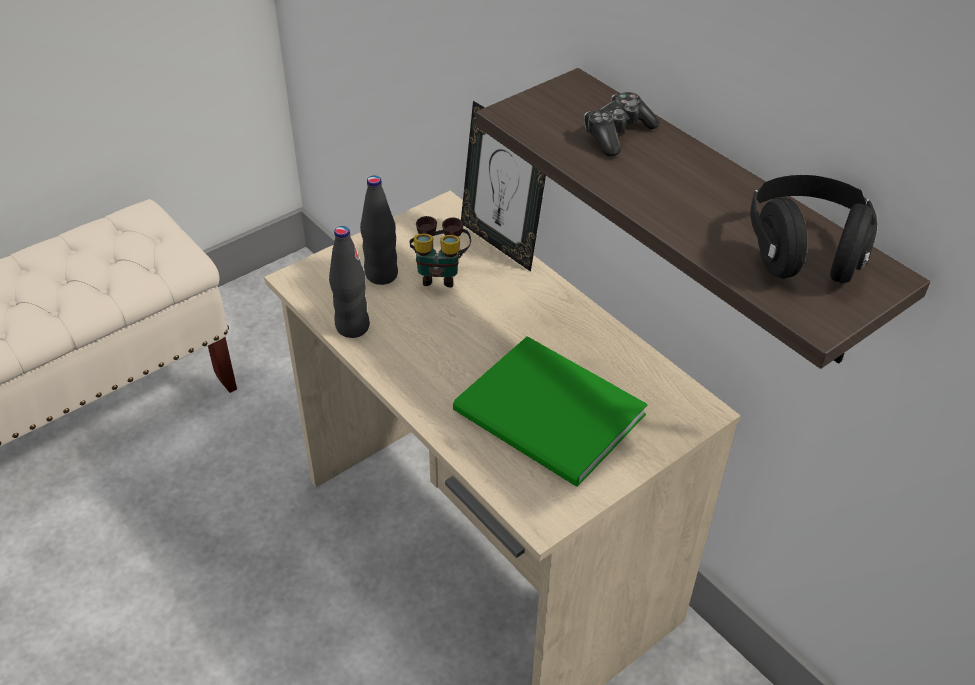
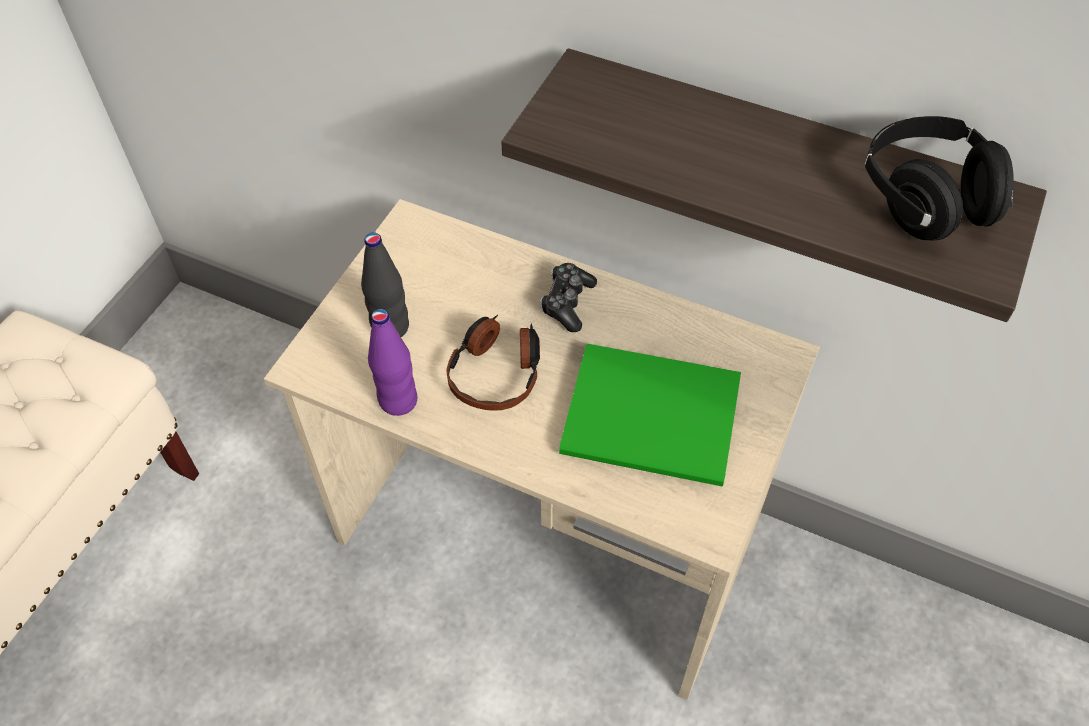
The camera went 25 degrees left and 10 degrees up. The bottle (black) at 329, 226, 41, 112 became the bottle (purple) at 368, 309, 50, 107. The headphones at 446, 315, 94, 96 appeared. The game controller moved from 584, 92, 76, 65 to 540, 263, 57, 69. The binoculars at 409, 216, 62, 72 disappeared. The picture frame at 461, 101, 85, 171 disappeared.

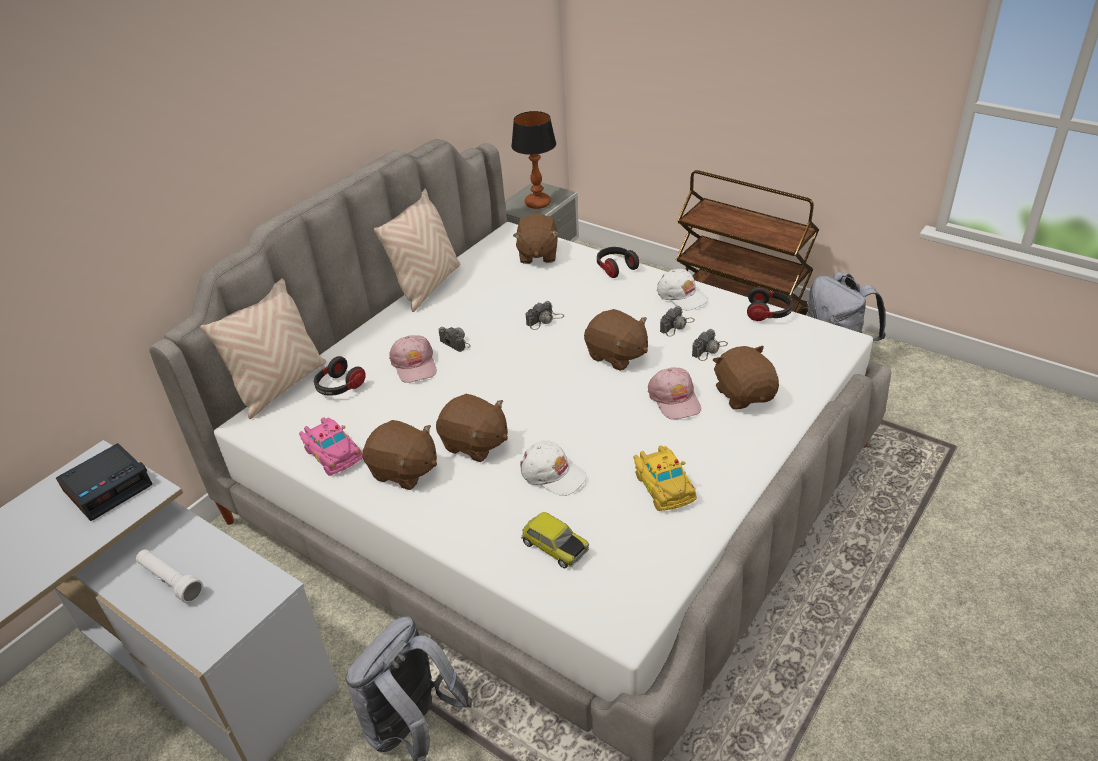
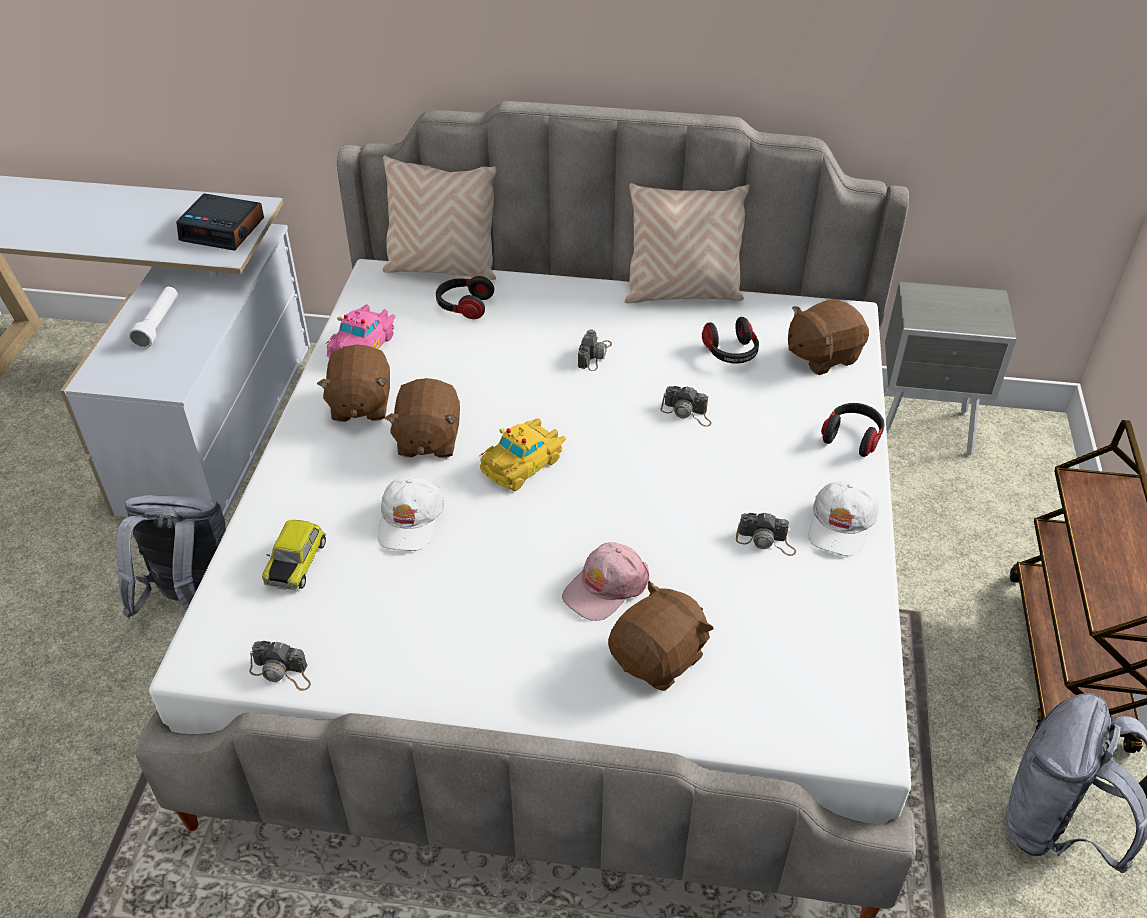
The camera went 60 degrees right and 5 degrees up. The photo camera moved from 692, 329, 36, 32 to 249, 641, 62, 50. The toy car (yellow) moved from 633, 445, 64, 66 to 479, 418, 87, 73. The headphones moved from 747, 287, 46, 34 to 702, 317, 57, 47. The cap (pink) at 389, 335, 48, 48 disappeared. The table lamp at 511, 111, 45, 98 disappeared. The plush toy (brown) at 584, 309, 64, 62 disappeared.

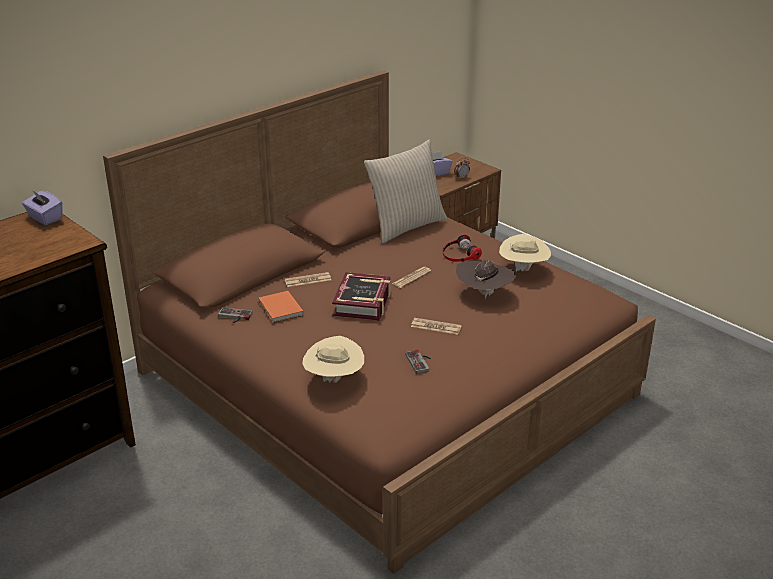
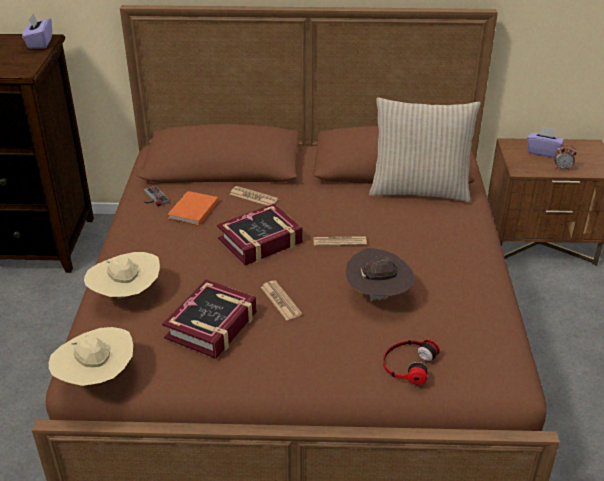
The camera went 45 degrees right and 5 degrees up. The hat (beige) moved from 499, 234, 52, 38 to 49, 327, 84, 59. The game controller at 405, 350, 26, 24 was replaced by the book at 162, 280, 95, 79. The headphones moved from 443, 234, 39, 28 to 383, 339, 57, 46.

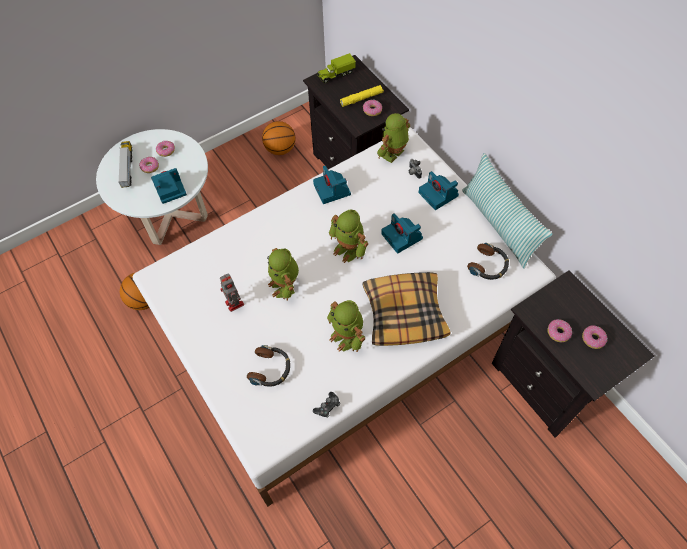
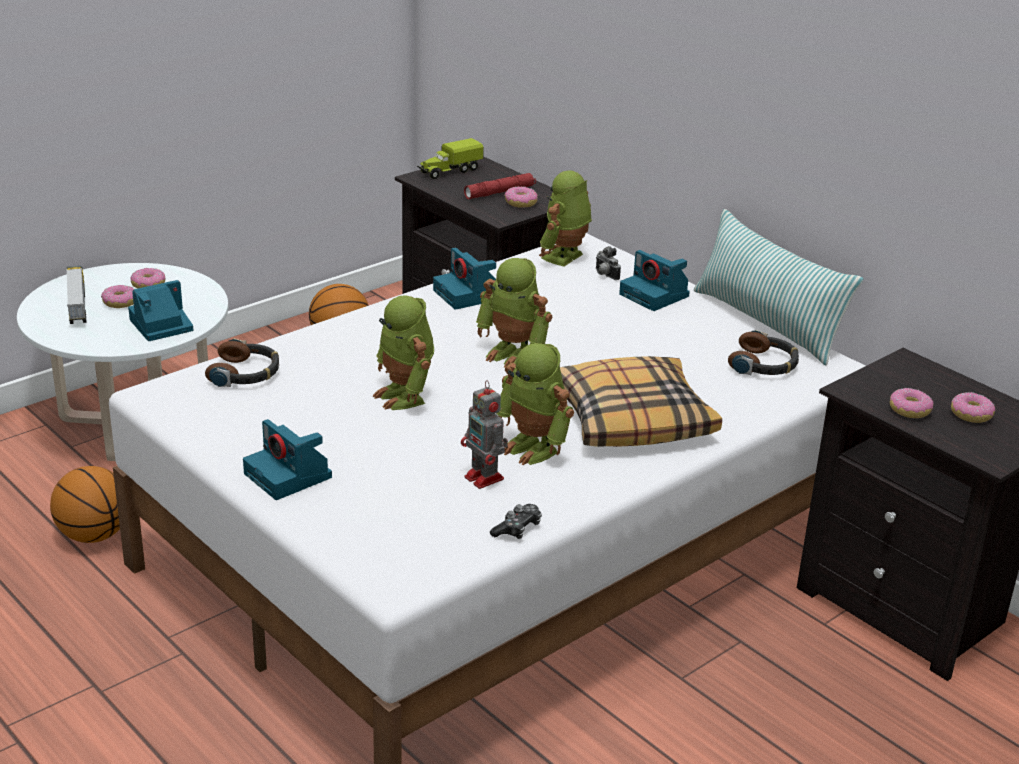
The camera went 10 degrees left and 30 degrees down. The headphones moved from 247, 345, 43, 42 to 205, 338, 74, 49. The photo camera moved from 381, 213, 42, 40 to 243, 419, 89, 81. The toy robot moved from 220, 273, 24, 39 to 461, 380, 47, 109. The flashlight (yellow) at 340, 85, 44, 22 became the flashlight (red) at 464, 173, 72, 26.

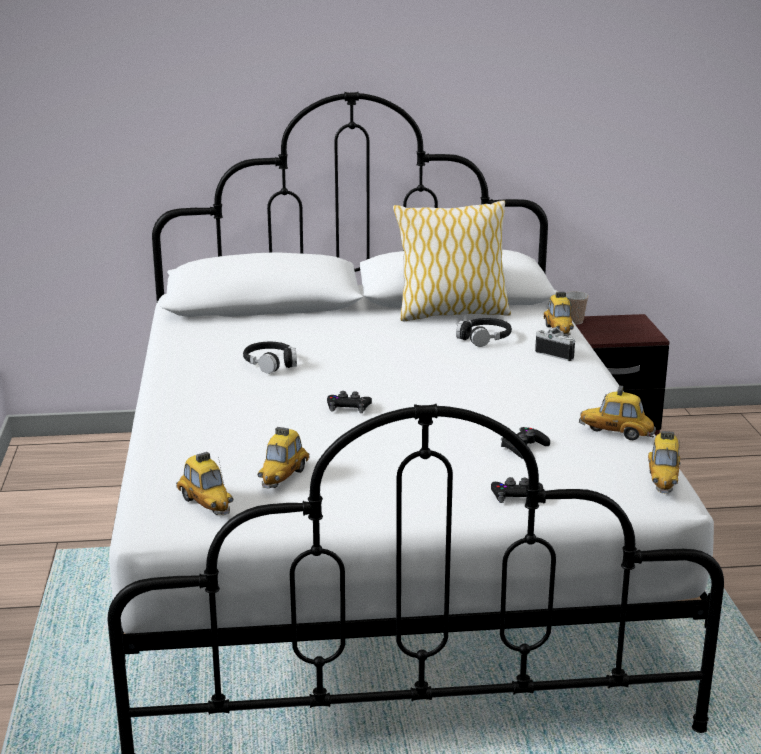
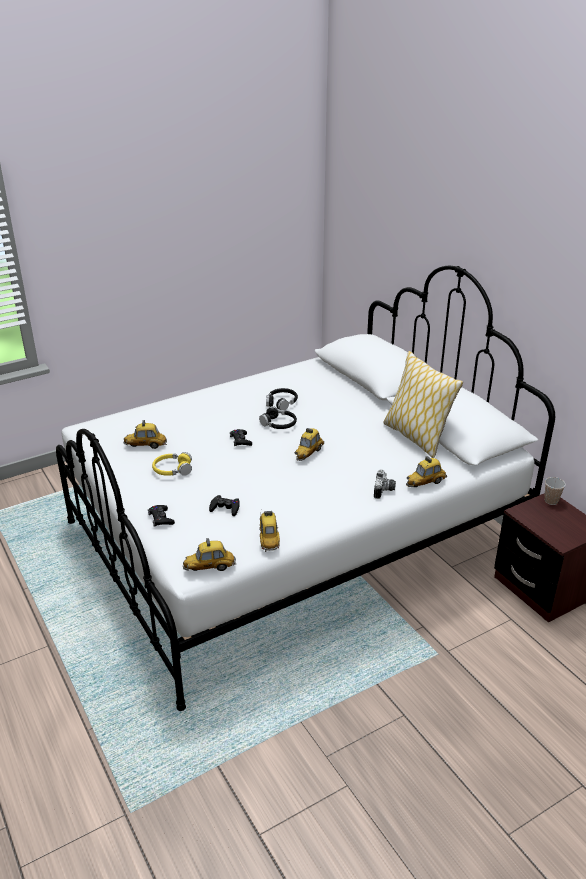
The camera went 65 degrees right and 10 degrees up. The headphones (yellow) at 152, 452, 40, 24 appeared. The headphones (black) moved from 456, 318, 56, 29 to 259, 406, 38, 23. The toy car moved from 176, 452, 57, 63 to 295, 428, 29, 33.

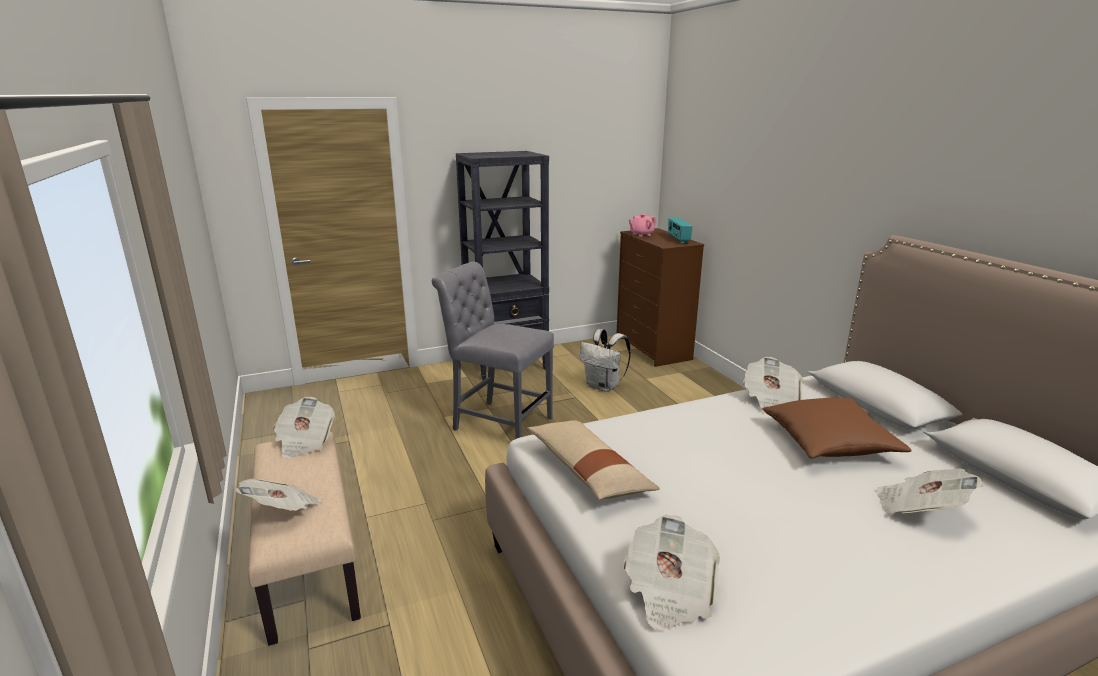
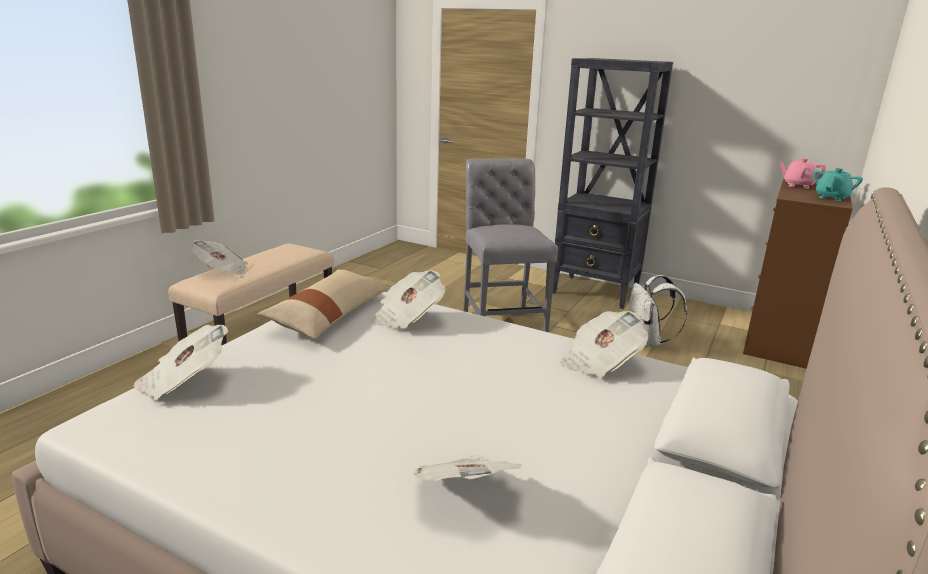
The camera went 50 degrees right and 0 degrees up. The newspaper moved from 274, 397, 61, 62 to 371, 270, 74, 59. The radio at 668, 218, 25, 25 was replaced by the teapot (turquoise) at 813, 168, 50, 33. The pillow (brown) at 763, 398, 149, 61 disappeared.

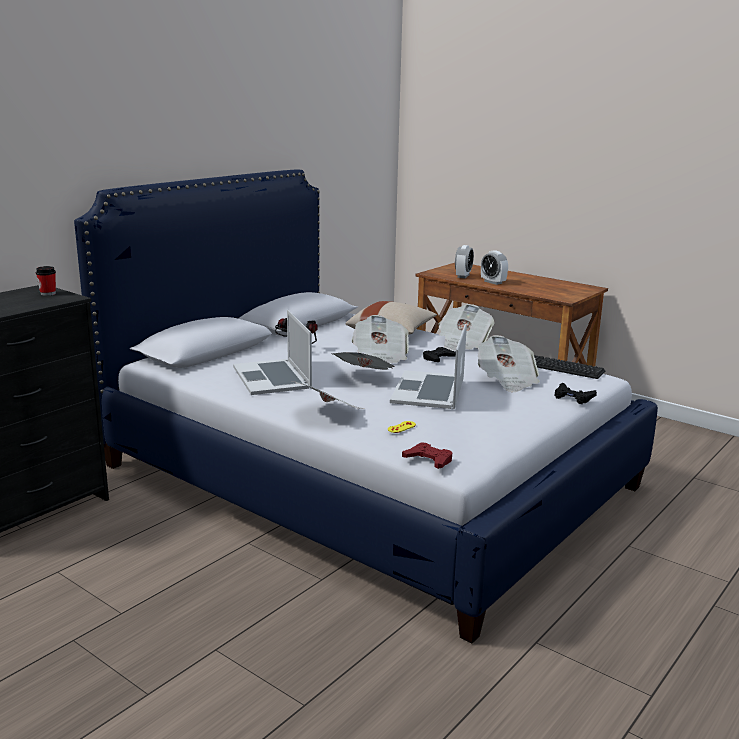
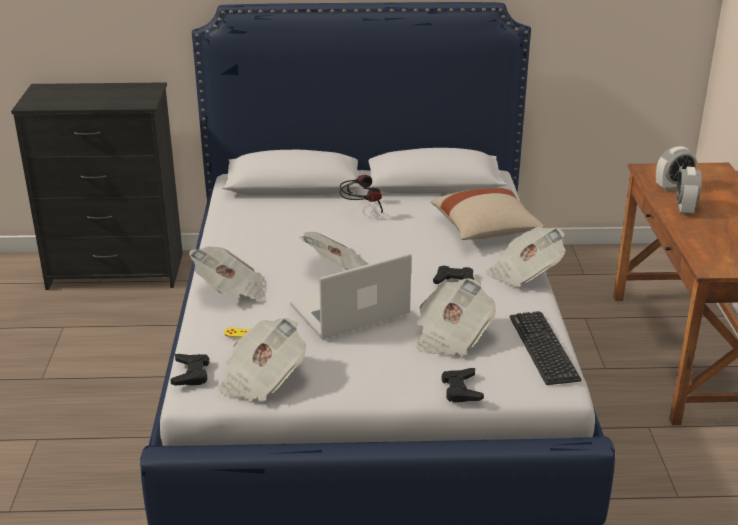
The camera went 50 degrees right and 10 degrees up. The game controller (red) at 402, 442, 50, 27 became the game controller (black) at 170, 354, 39, 32. The newspaper moved from 352, 315, 57, 48 to 219, 318, 87, 83. The cup at 36, 266, 20, 30 disappeared. The laptop at 233, 310, 79, 85 disappeared.

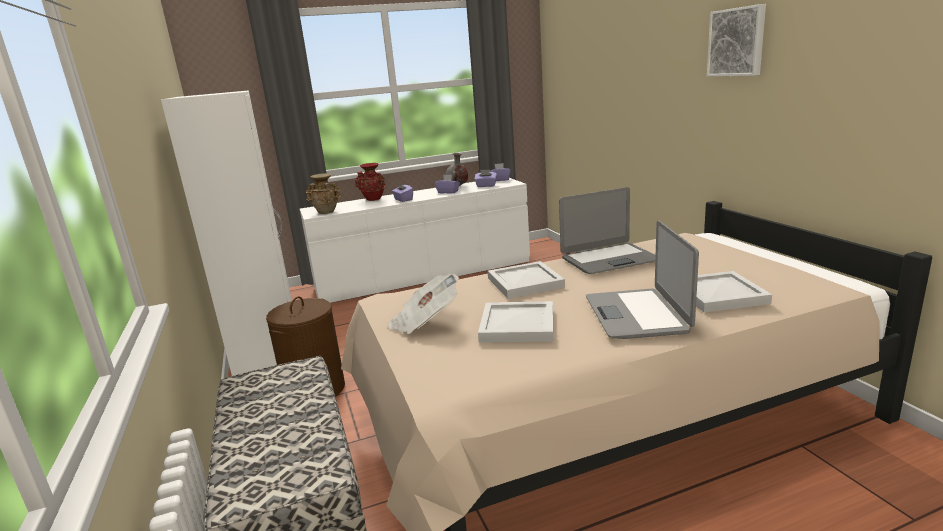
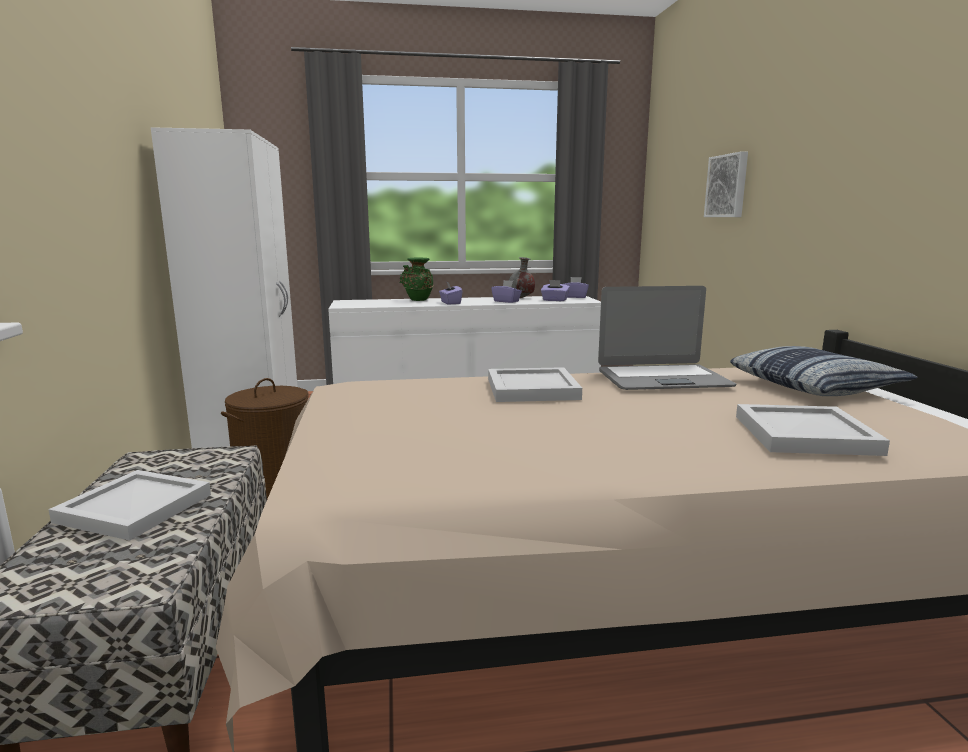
The camera went 10 degrees right and 5 degrees down. The tray (white) moved from 478, 301, 75, 41 to 48, 470, 163, 71. The vase (red) at 355, 163, 30, 38 became the vase (green) at 399, 257, 35, 44. The picture moved from 707, 4, 59, 73 to 704, 151, 44, 66. The pillow at 730, 346, 187, 50 appeared. The vase (beige) at 306, 173, 36, 41 disappeared. The newspaper at 387, 274, 72, 60 disappeared. The laptop at 586, 221, 113, 118 disappeared.

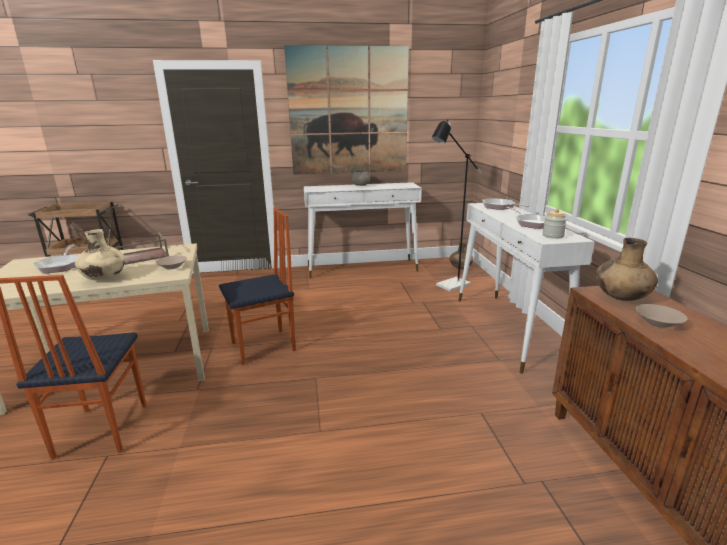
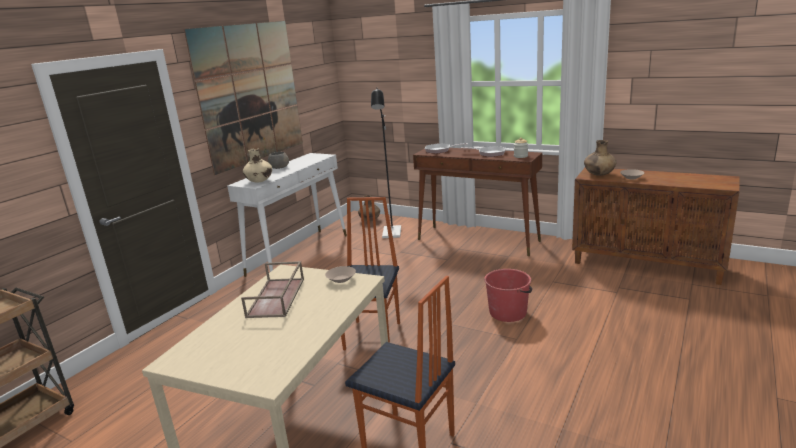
The camera went 50 degrees left and 0 degrees up. The vase (beige) moved from 75, 229, 50, 52 to 243, 148, 29, 34. The console table (white) at 458, 203, 137, 171 became the console table (brown) at 413, 148, 129, 108. The bucket (red) at 484, 269, 48, 53 appeared. The frying pan at 33, 245, 45, 28 disappeared.

